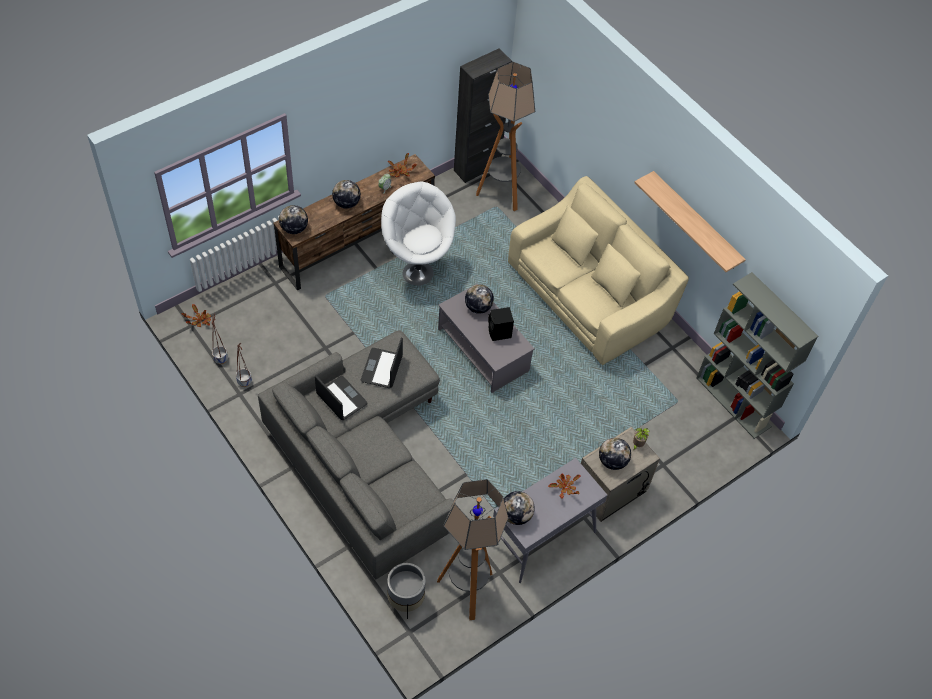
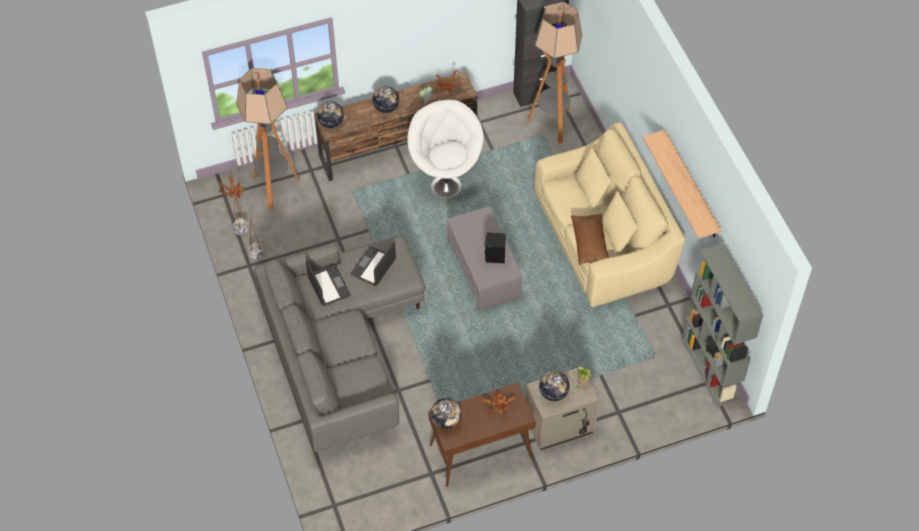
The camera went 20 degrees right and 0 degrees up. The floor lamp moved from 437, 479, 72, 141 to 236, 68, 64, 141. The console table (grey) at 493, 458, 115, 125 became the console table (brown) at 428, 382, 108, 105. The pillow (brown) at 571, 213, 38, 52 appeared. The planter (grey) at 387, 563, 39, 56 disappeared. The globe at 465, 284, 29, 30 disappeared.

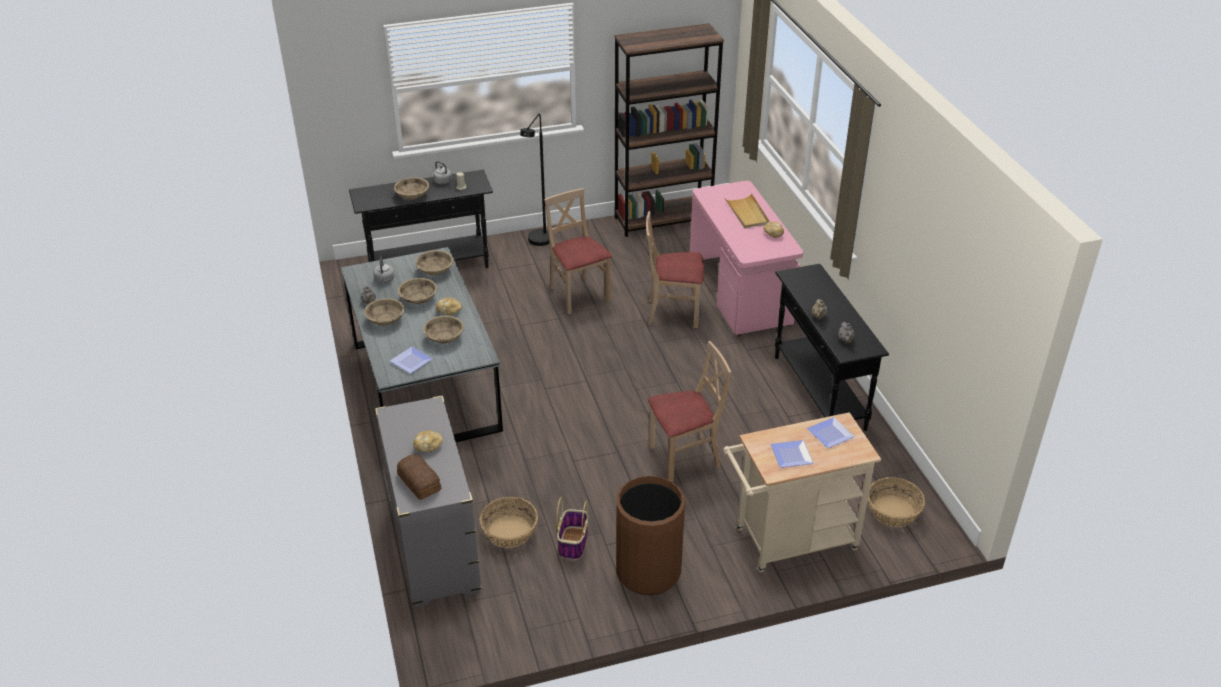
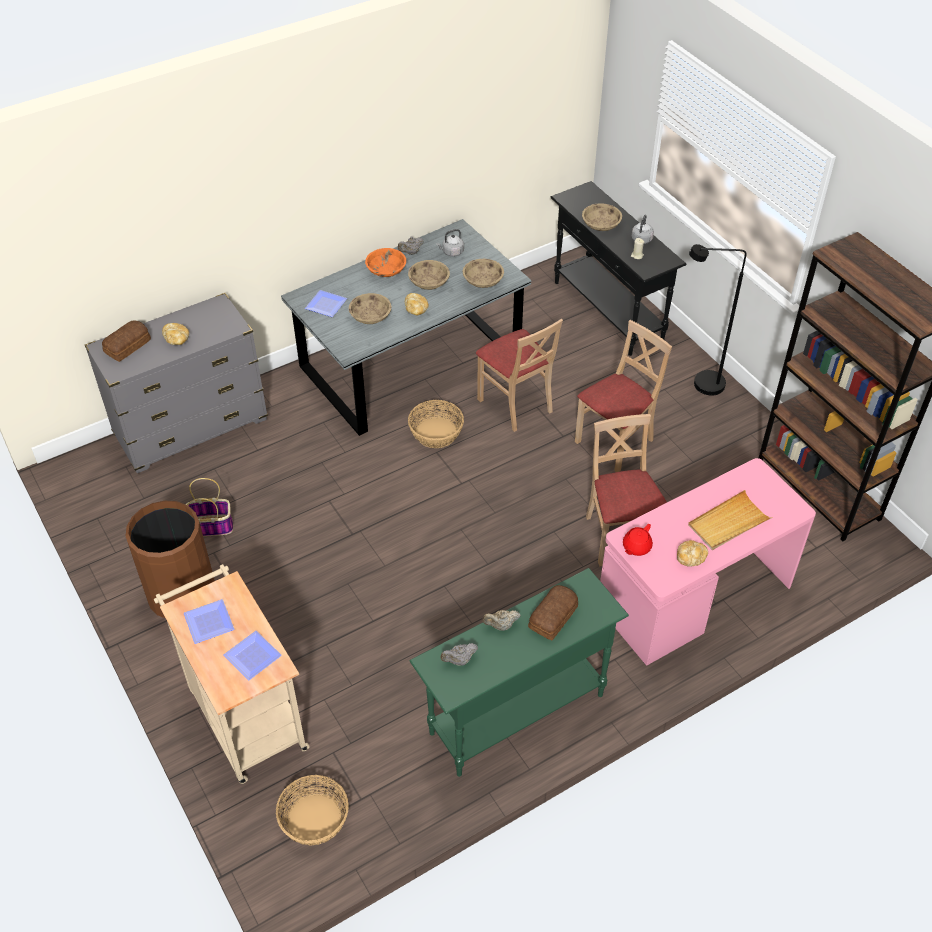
The camera went 75 degrees right and 10 degrees up. The bowl (beige) at 364, 298, 41, 28 became the bowl (orange) at 365, 248, 41, 29. The basket moved from 480, 497, 58, 51 to 408, 400, 56, 48. The console table (black) at 775, 264, 114, 167 became the console table (green) at 409, 568, 220, 209. The chair (beige) moved from 648, 341, 83, 141 to 476, 319, 87, 113. The bread at 528, 585, 50, 55 appeared. The teapot (red) at 623, 524, 30, 32 appeared.

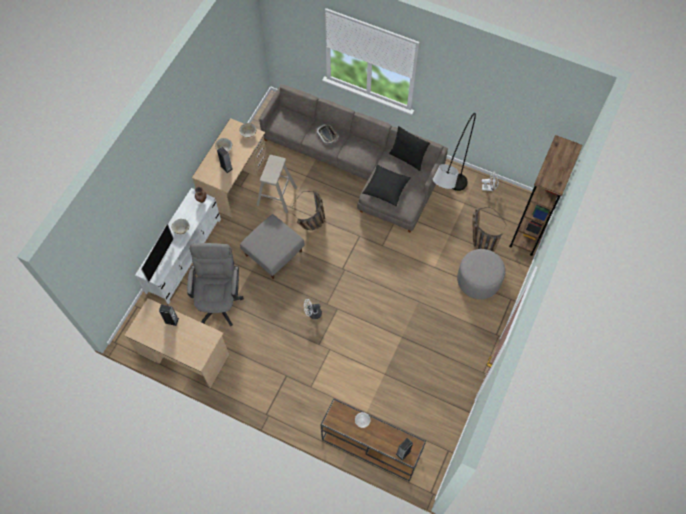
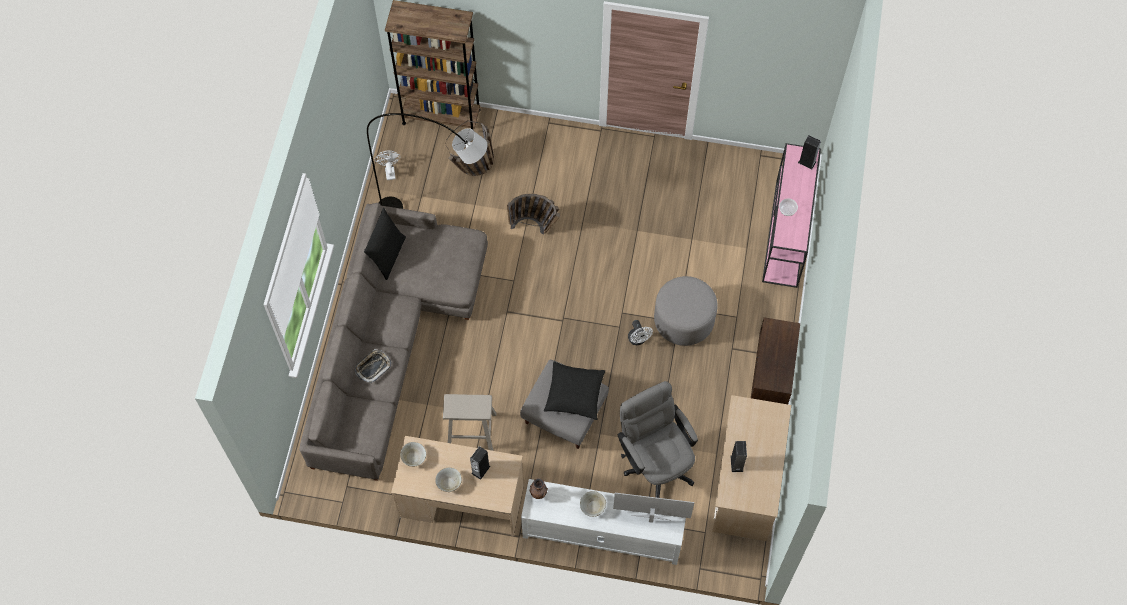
The camera went 105 degrees left and 0 degrees up. The basket moved from 292, 191, 33, 39 to 507, 194, 53, 41. The pillow (black) moved from 362, 165, 49, 41 to 544, 362, 61, 58. The office chair (grey) at 187, 243, 57, 83 turned 75 degrees clockwise. The ottoman (grey) moved from 457, 249, 48, 50 to 654, 276, 64, 70. The cabinet (brown) at 751, 317, 49, 87 appeared. The console table (brown) at 321, 398, 105, 84 became the console table (pink) at 762, 143, 59, 145.

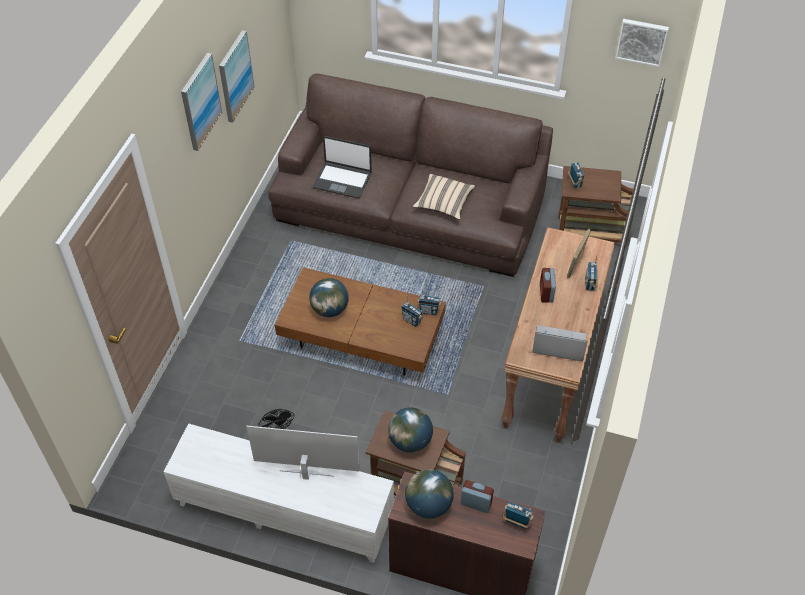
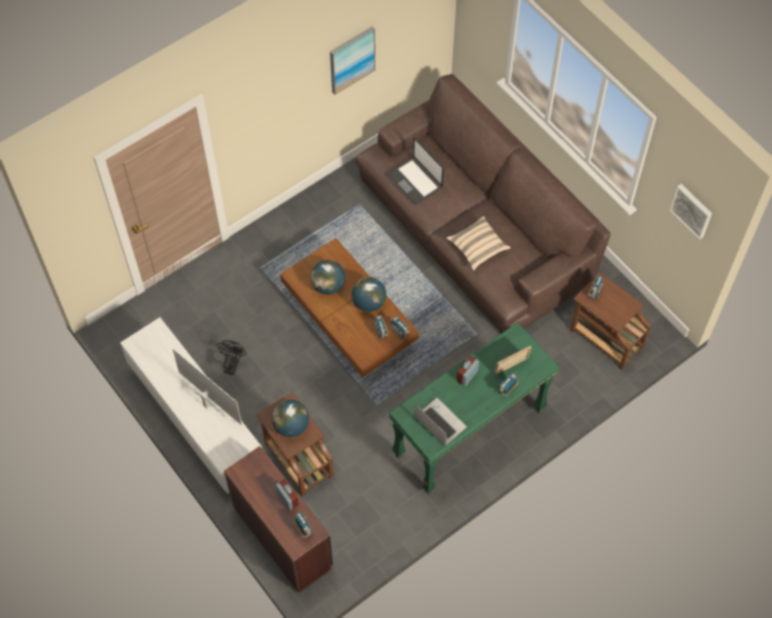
The camera went 35 degrees right and 10 degrees up. The globe moved from 405, 469, 49, 50 to 352, 277, 35, 35. The console table (brown) at 501, 227, 114, 215 became the console table (green) at 389, 322, 171, 172. The picture at 181, 53, 41, 98 disappeared.

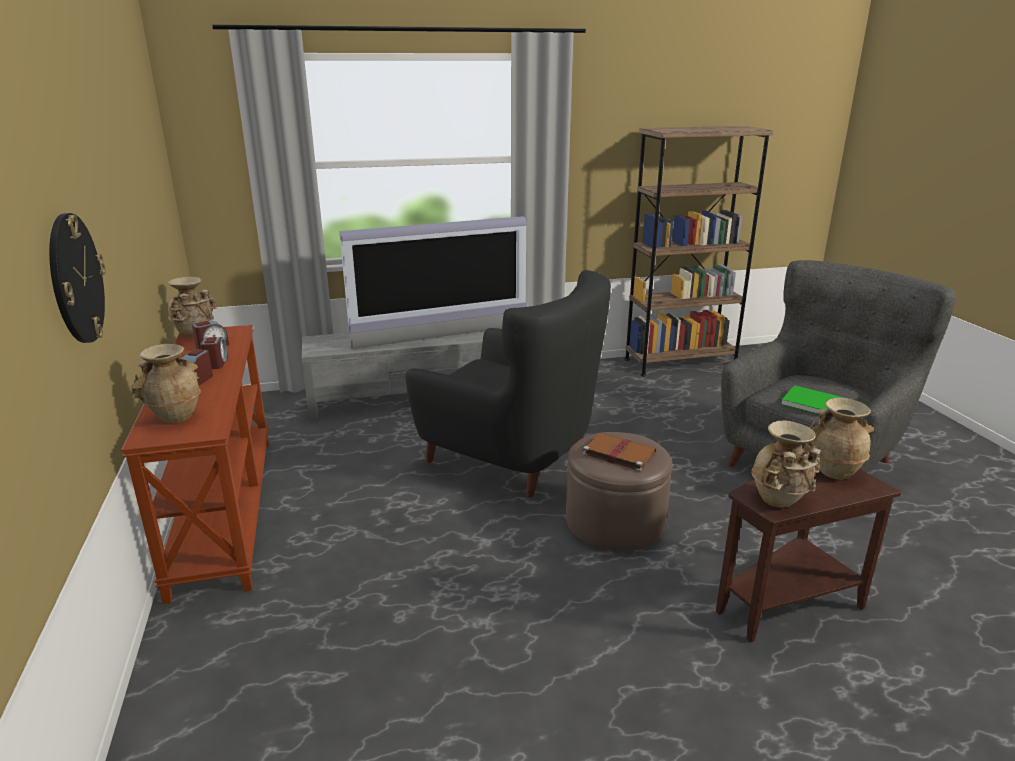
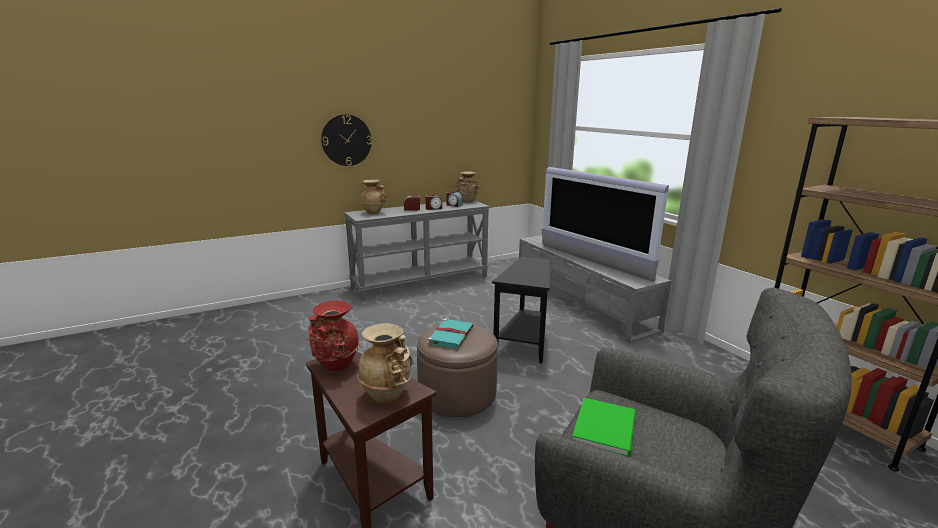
The camera went 75 degrees right and 5 degrees down. The vase (beige) at 751, 421, 70, 87 became the vase (red) at 307, 300, 53, 71. The console table (brown) at 121, 325, 148, 279 became the console table (grey) at 344, 200, 146, 100. The book (brown) at 583, 433, 73, 39 became the book (turquoise) at 428, 319, 46, 30. The armchair (black) at 406, 270, 205, 227 was replaced by the side table (black) at 492, 257, 58, 107.

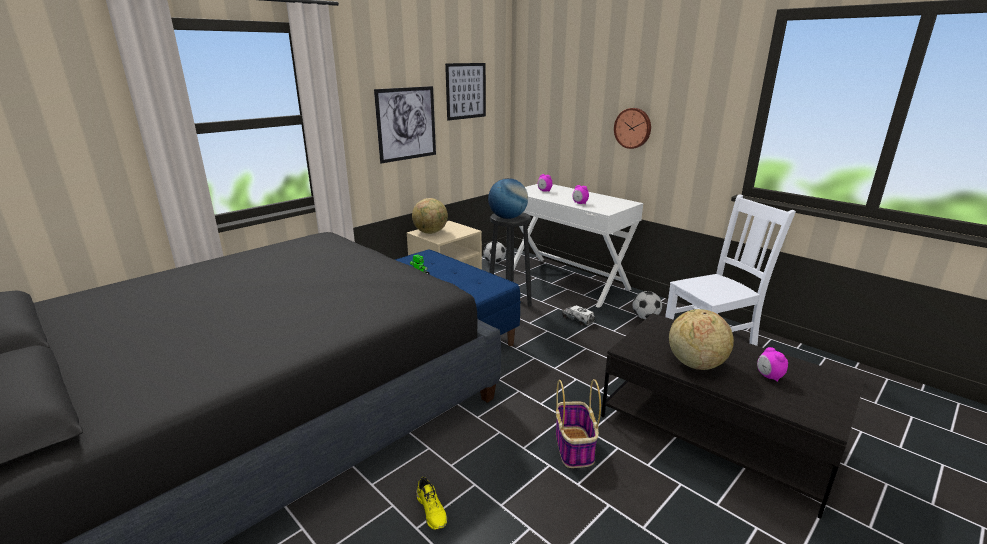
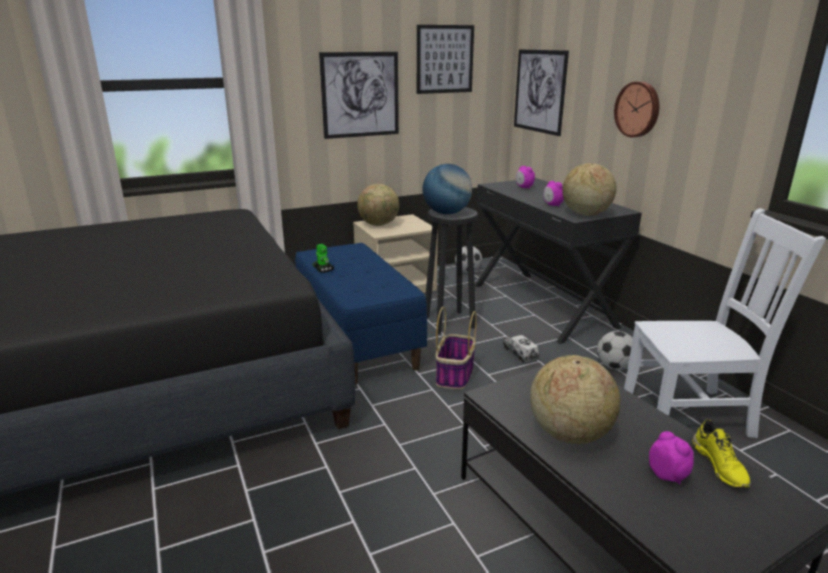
The camera went 20 degrees right and 0 degrees up. The basket moved from 556, 379, 45, 89 to 435, 307, 42, 82. The desk (white) at 514, 184, 129, 124 became the desk (black) at 475, 178, 167, 166. The picture at 514, 49, 55, 87 appeared. The globe at 562, 163, 55, 53 appeared. The alarm clock at 757, 347, 31, 35 turned 150 degrees clockwise. The shoe (yellow) moved from 416, 477, 31, 53 to 692, 420, 58, 68.

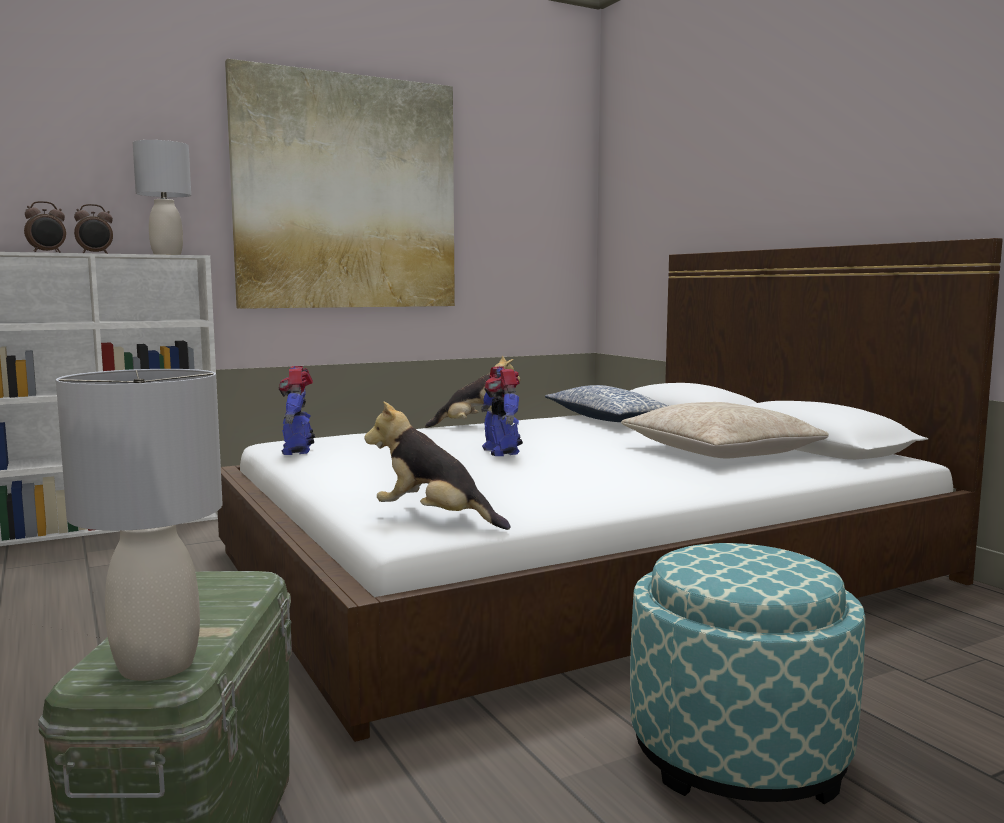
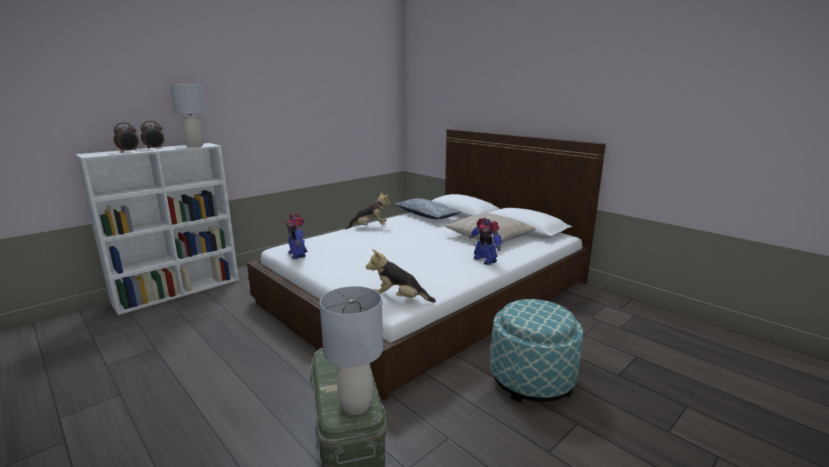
The camera went 15 degrees left and 10 degrees up. The toy robot moved from 481, 366, 42, 90 to 469, 218, 33, 47. The picture at 225, 59, 230, 250 disappeared.

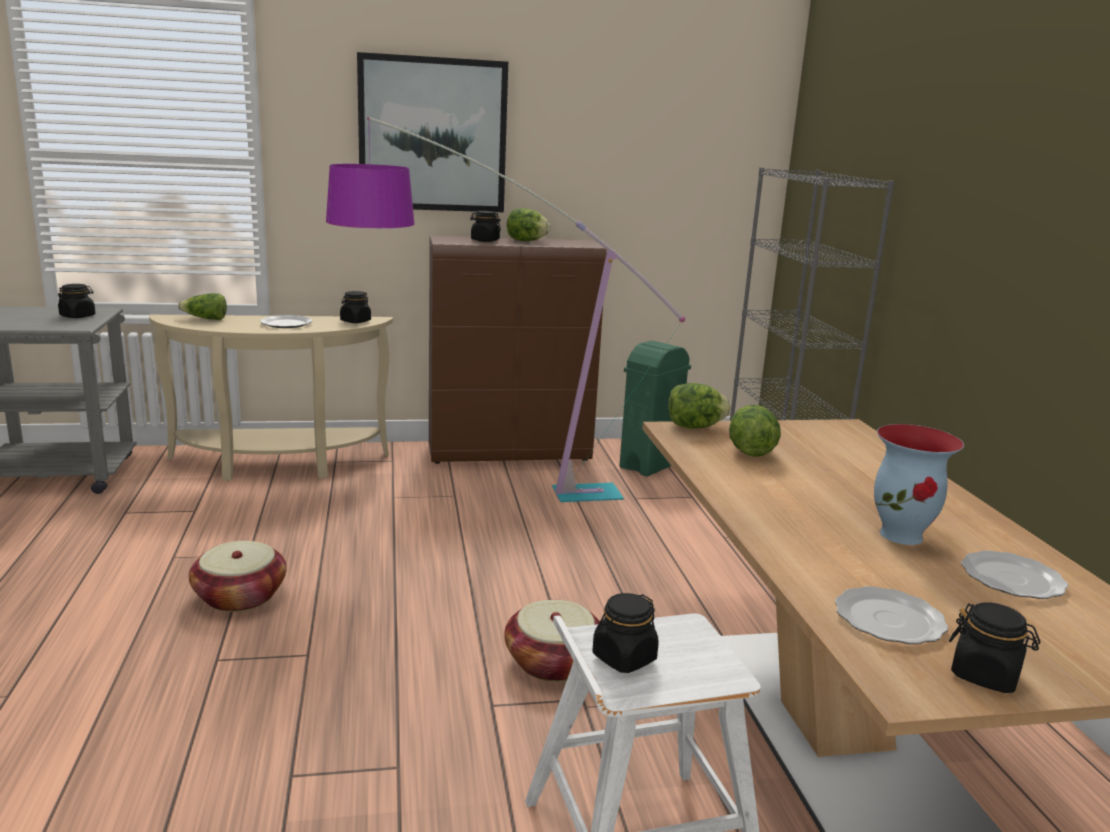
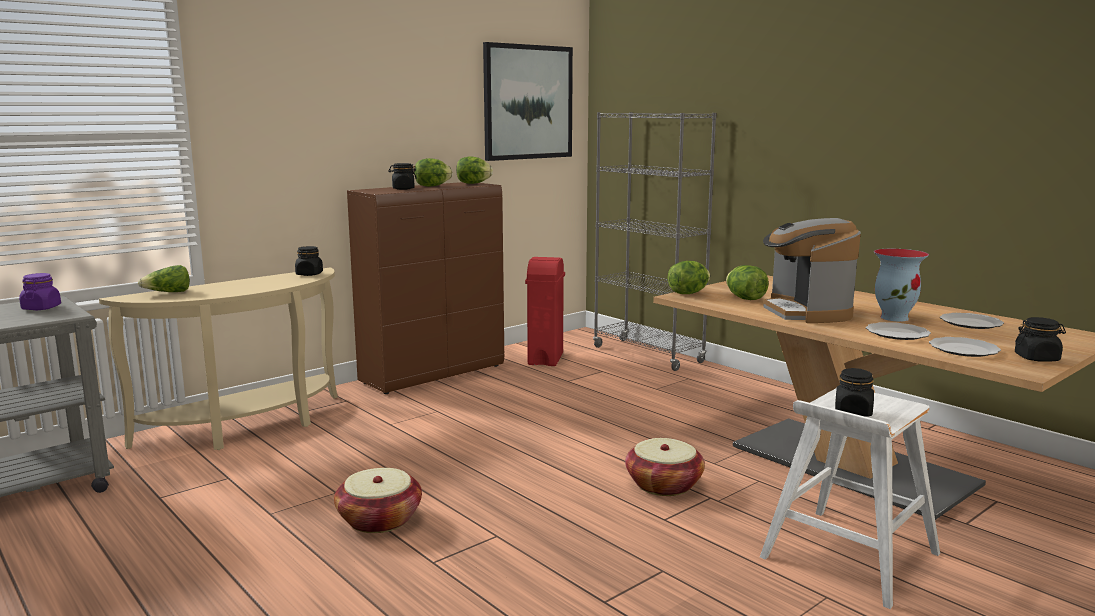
The camera went 30 degrees left and 5 degrees down. The jar (black) at 58, 284, 37, 34 became the jar (purple) at 19, 273, 42, 37. The lettuce at 456, 157, 37, 27 appeared. The picture moved from 357, 52, 151, 160 to 483, 42, 90, 119. The trash can (green) at 620, 340, 71, 136 became the trash can (red) at 525, 257, 40, 109. The coffee machine at 763, 218, 98, 105 appeared. The plate moved from 260, 315, 53, 13 to 866, 322, 65, 18. The floor lamp at 326, 117, 359, 385 disappeared.

